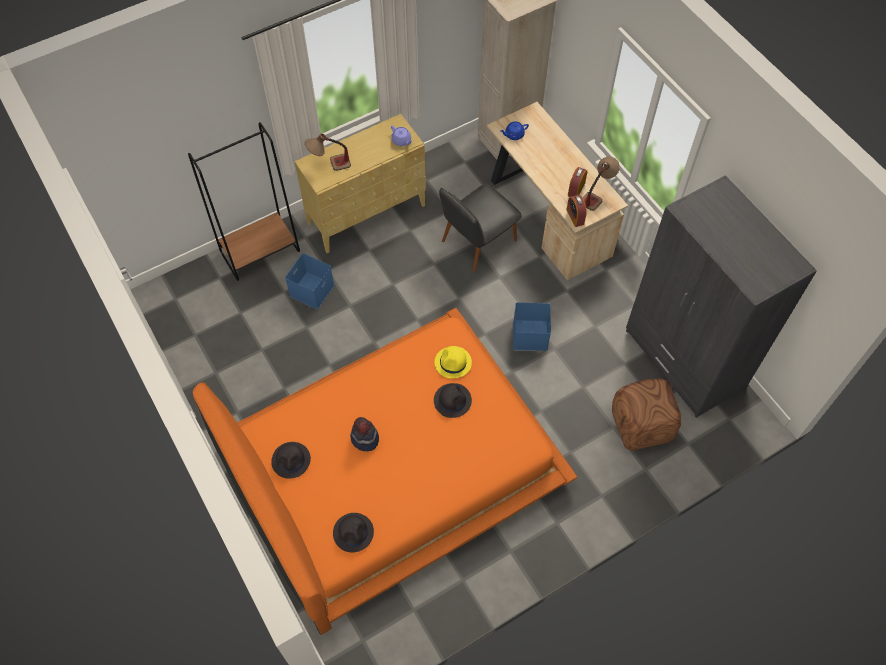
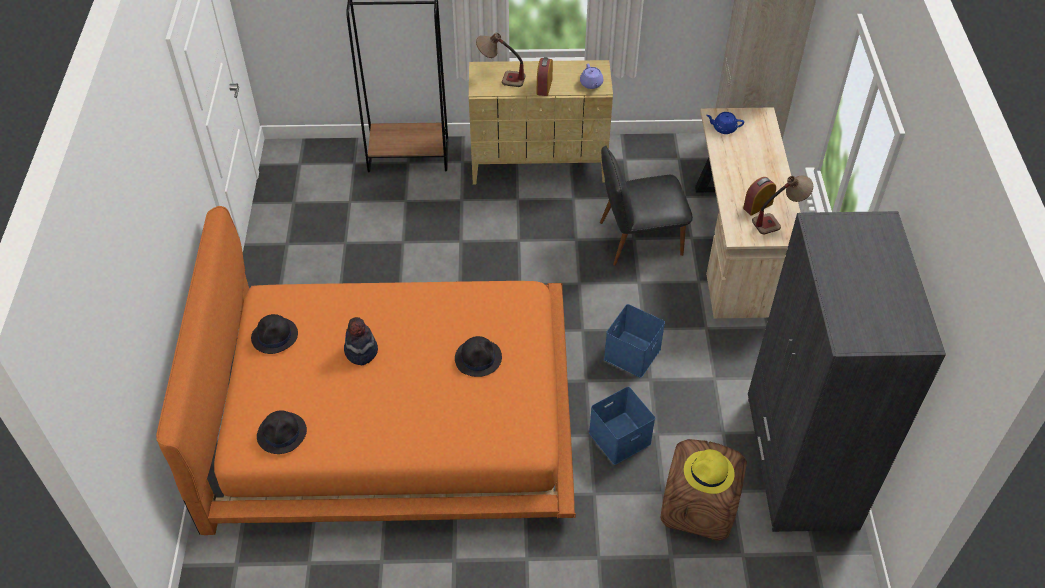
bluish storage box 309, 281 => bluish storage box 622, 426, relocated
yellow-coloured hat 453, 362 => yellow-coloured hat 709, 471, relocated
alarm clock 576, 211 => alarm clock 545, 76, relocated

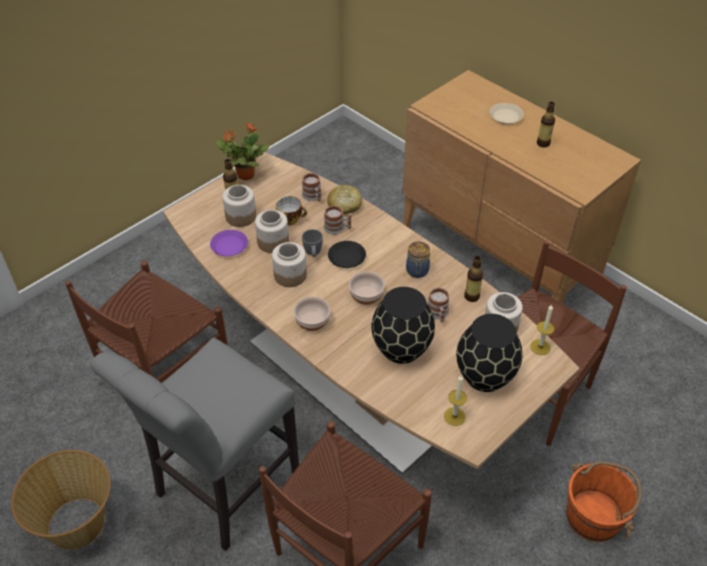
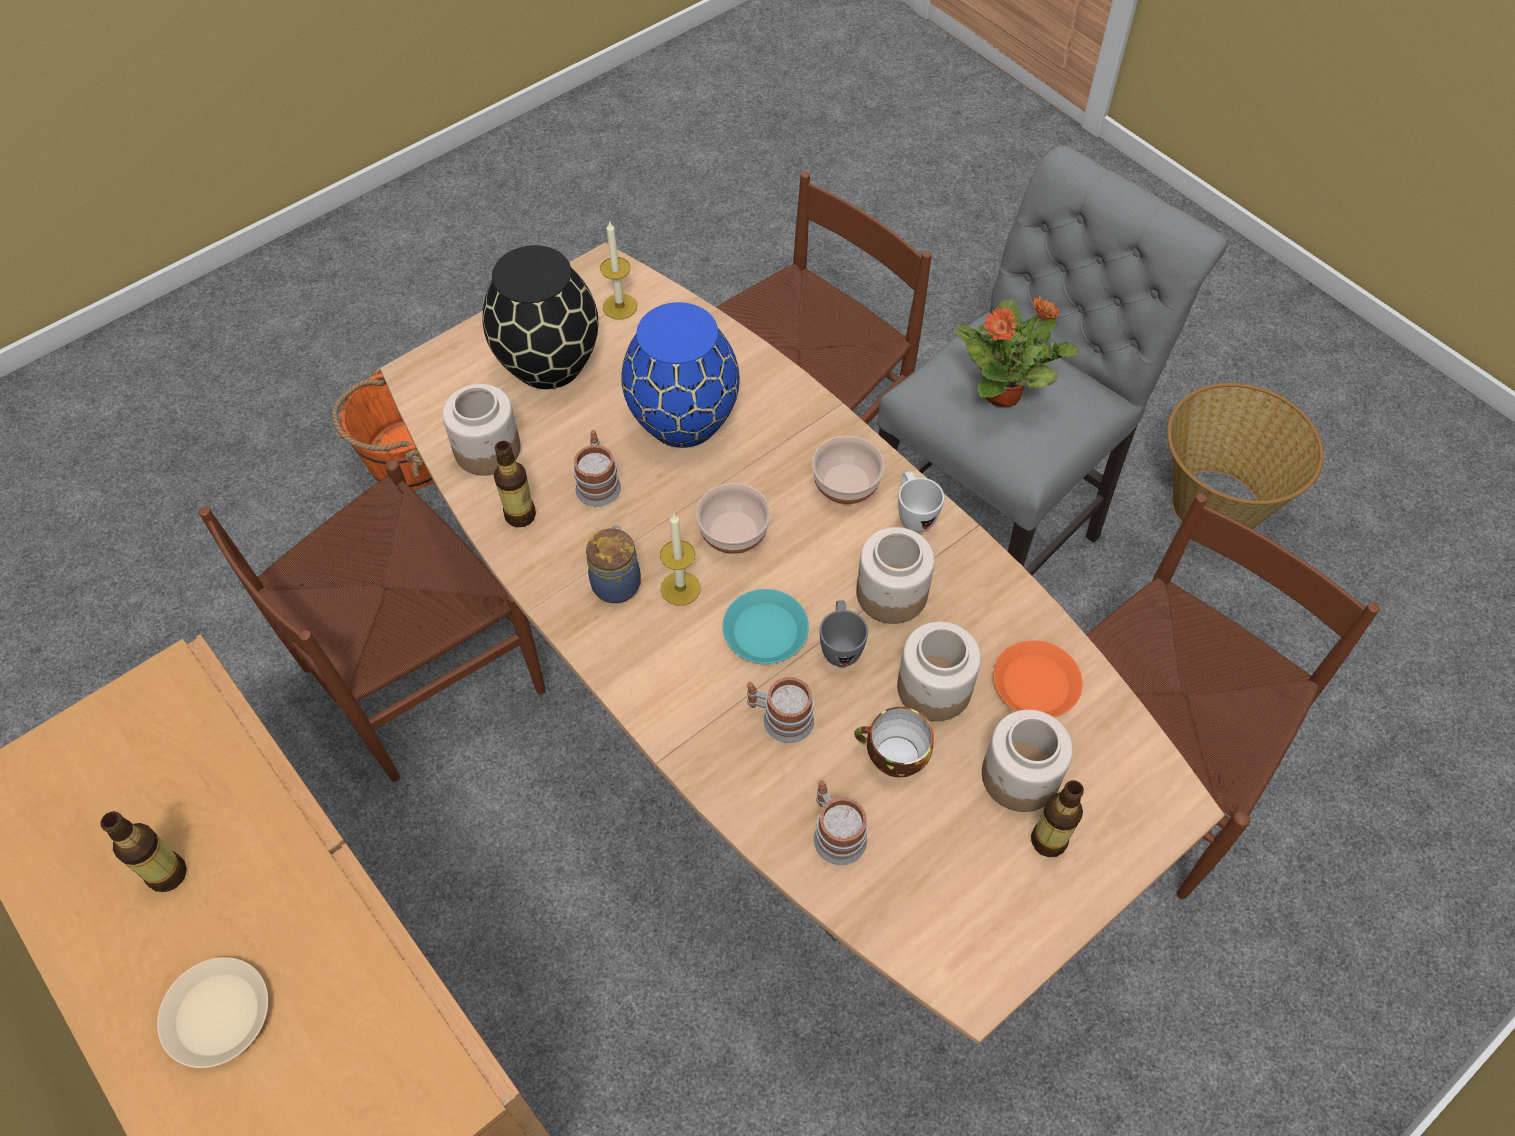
bread 344, 199 => nothing
nothing => whitish coffee mug 921, 502
plant in a pot 242, 152 => plant in a pot 1016, 351, relocated
wax candle 542, 330 => wax candle 680, 560, relocated
purplish dinner plate 229, 243 => orange dinner plate 1038, 679
black dinner plate 347, 254 => turquoise dinner plate 765, 626
black flower vase 403, 325 => bluish flower vase 680, 375

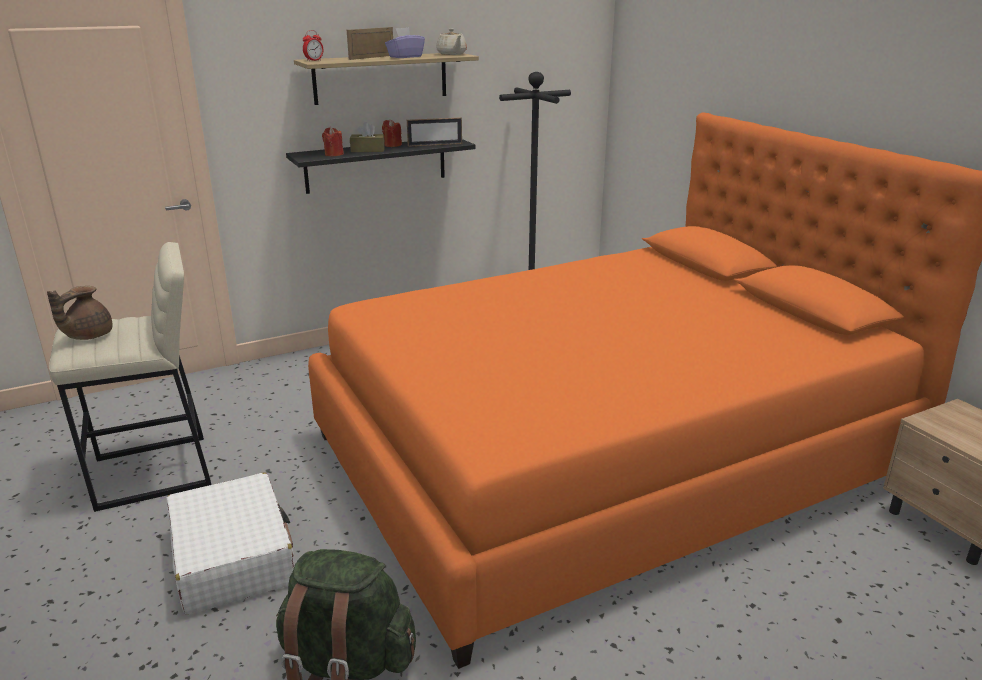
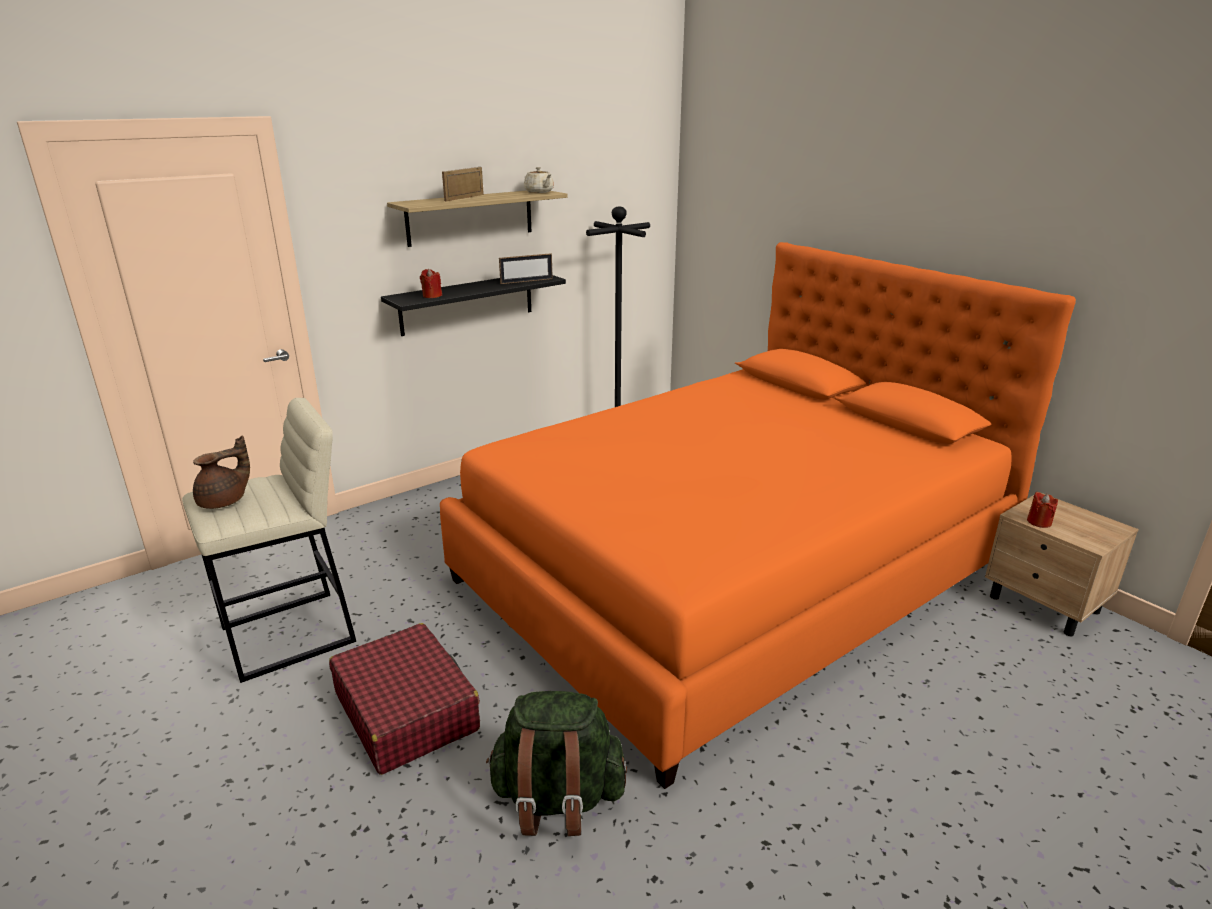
alarm clock 313, 45 => nothing
brown-coloured box of tissues 367, 137 => nothing
purplish box of tissues 405, 42 => nothing
reddish wax candle 392, 133 => reddish wax candle 1042, 510, relocated
whitish travel case 230, 544 => reddish travel case 404, 699
brown-coloured teapot 79, 313 => brown-coloured teapot 221, 472, 150 degrees counterclockwise

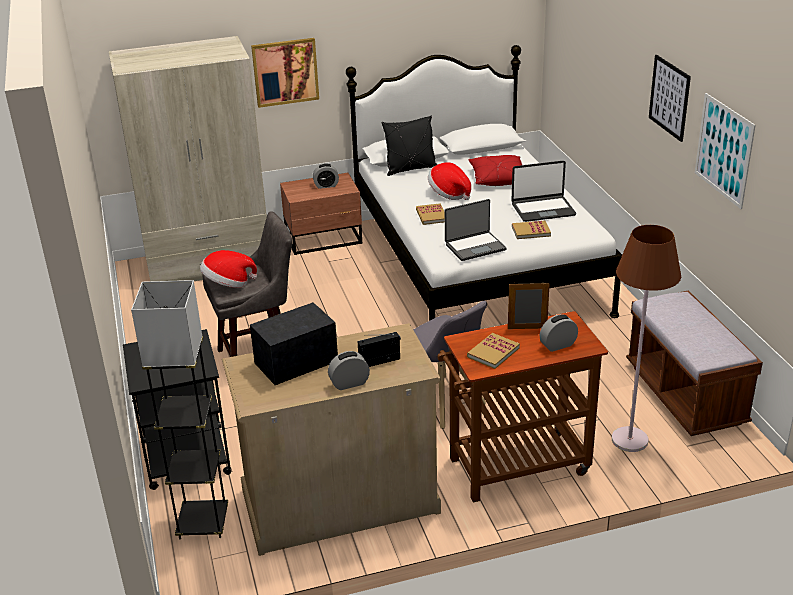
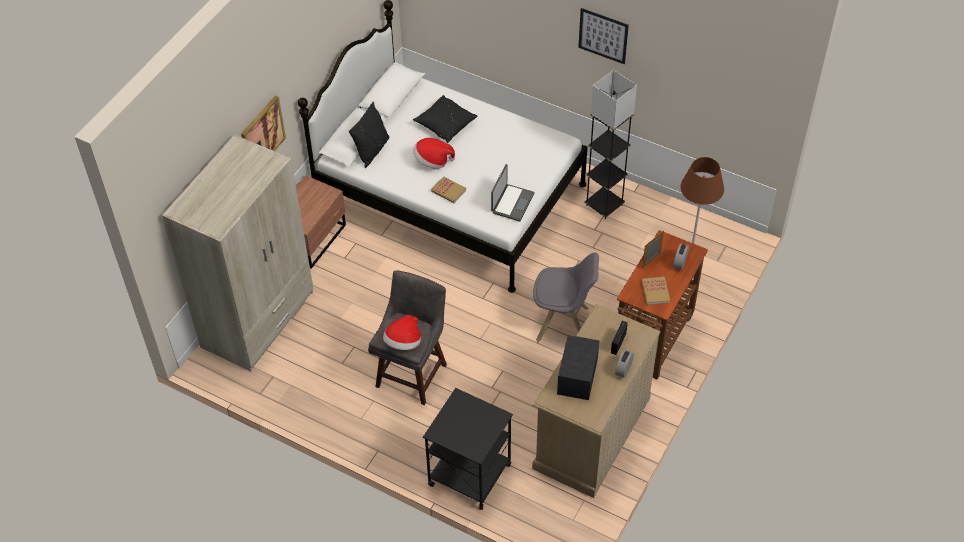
alarm clock 326, 176 => nothing
laptop 543, 191 => nothing
book 531, 230 => nothing
brown-coloured bench 694, 363 => nothing
picture 725, 151 => nothing
gray floor lamp 179, 409 => gray floor lamp 610, 144, relocated
reddish cushion 495, 170 => black cushion 445, 119

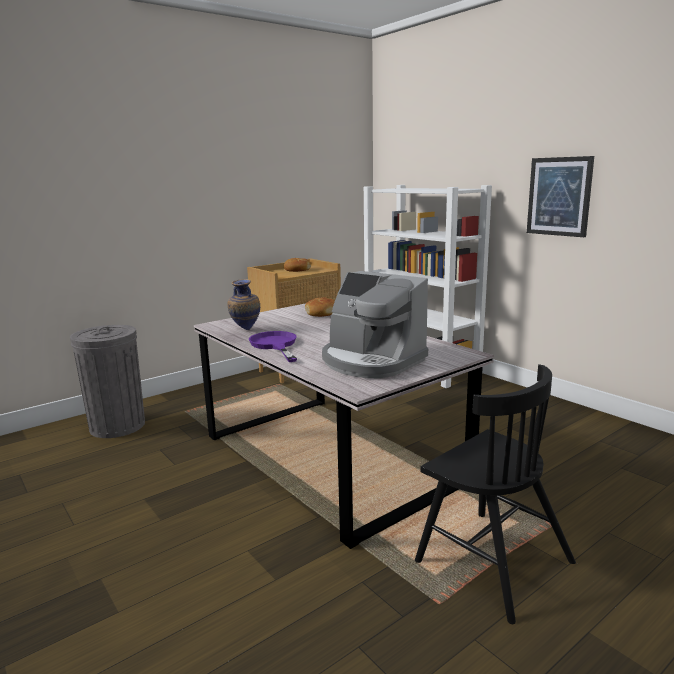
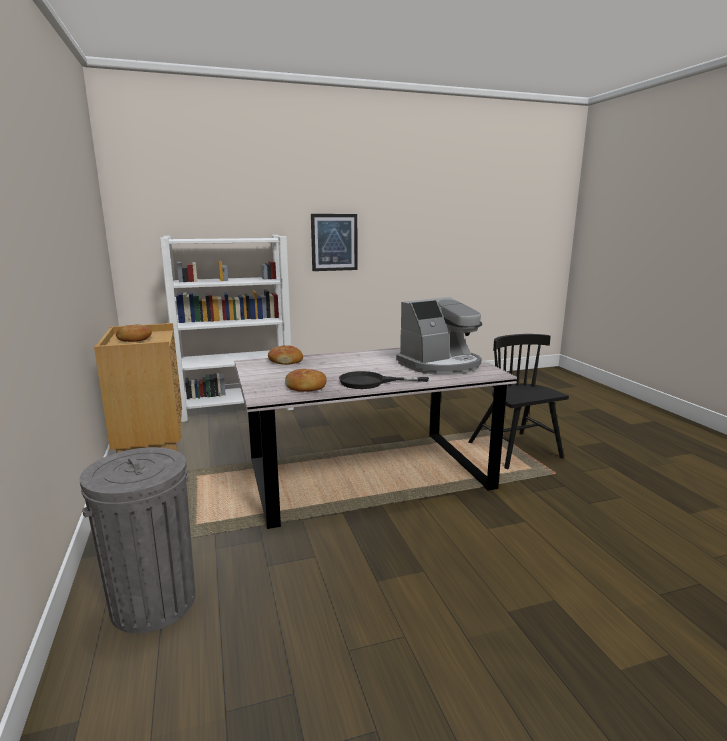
flower vase 243, 304 => bread 306, 380
purplish skillet 273, 346 => black skillet 384, 380
black plain chair 495, 494 => black plain chair 518, 401, 90 degrees counterclockwise

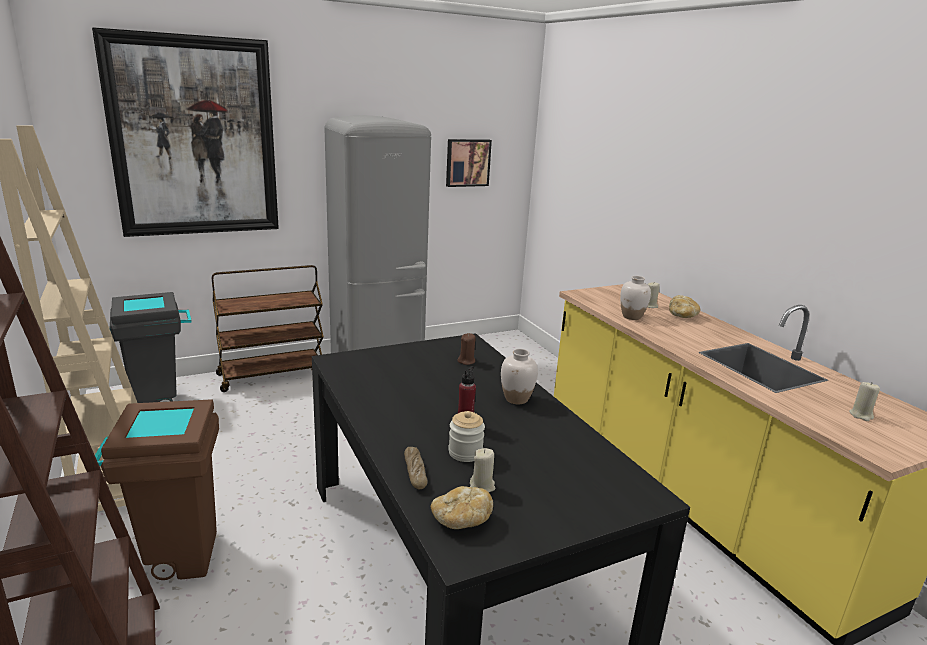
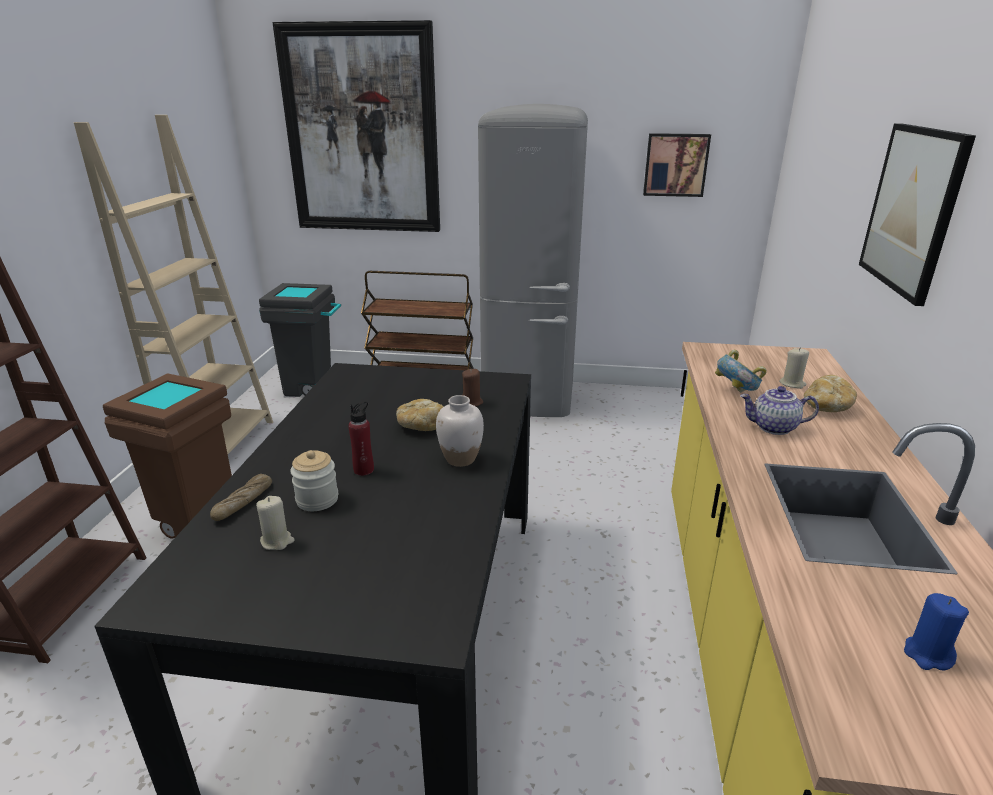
nothing => teapot 779, 410
nothing => picture 917, 214
bread 462, 507 => bread 420, 415, relocated
whitish flower vase 635, 298 => deep dish 741, 371
sand-coloured wax candle 864, 401 => bluish wax candle 936, 632

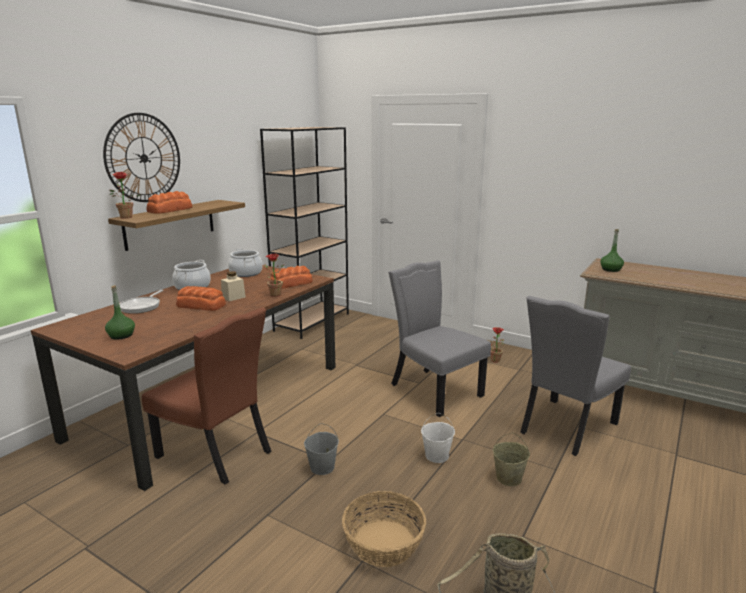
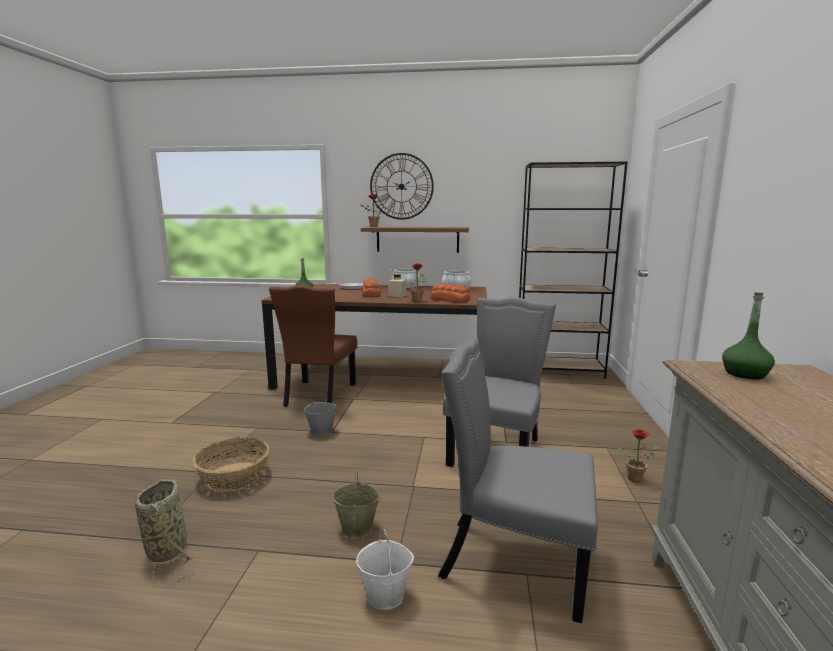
bread 169, 202 => nothing
whitish water bucket 438, 438 => whitish water bucket 385, 569, relocated

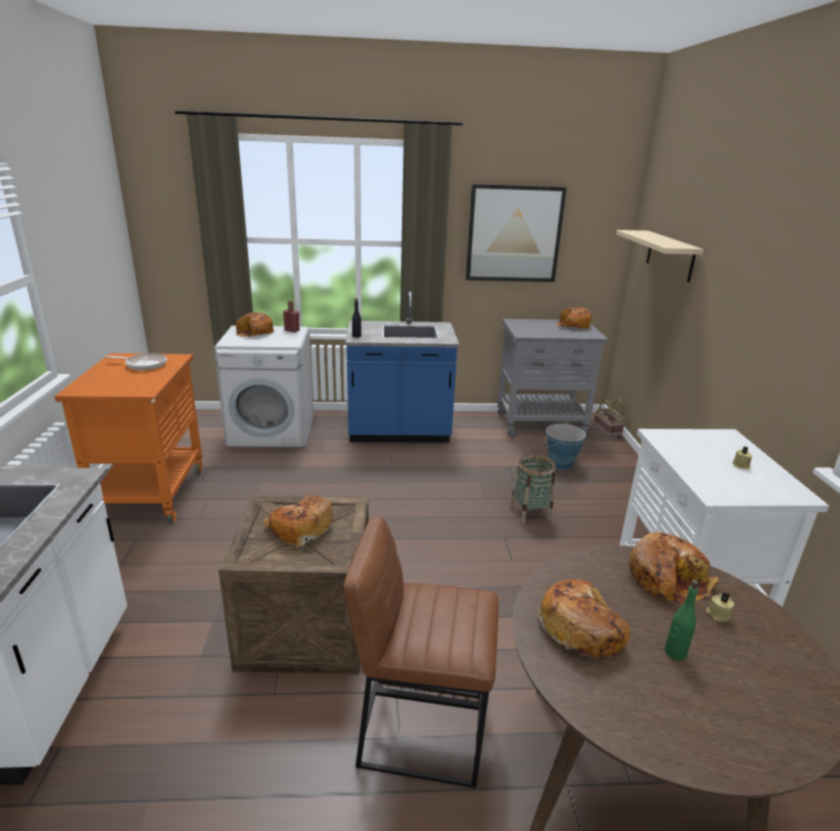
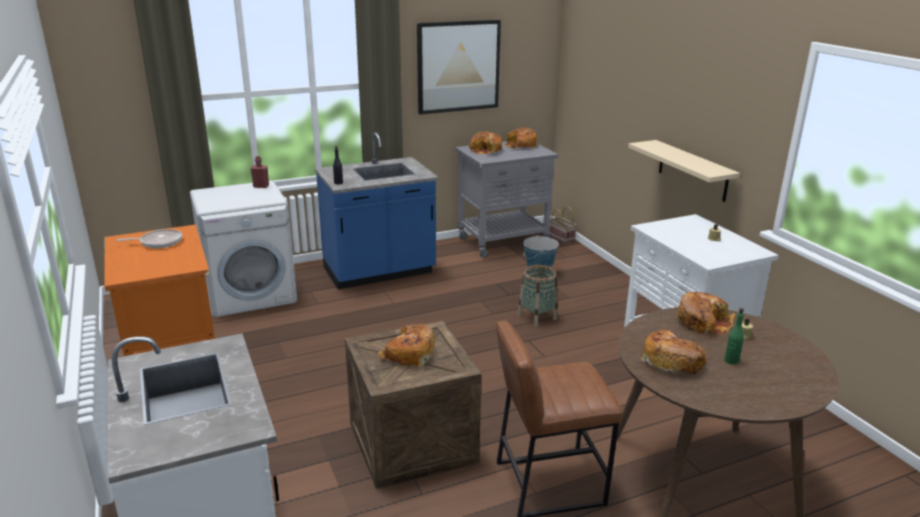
bread 254, 324 => bread 485, 143, relocated
sand-coloured bracket shelf 660, 256 => sand-coloured bracket shelf 684, 171, relocated

